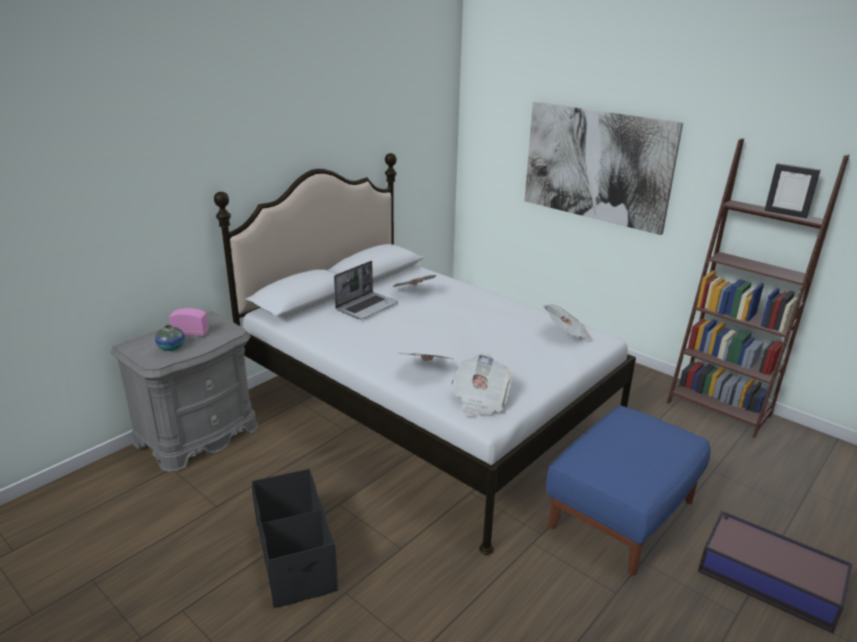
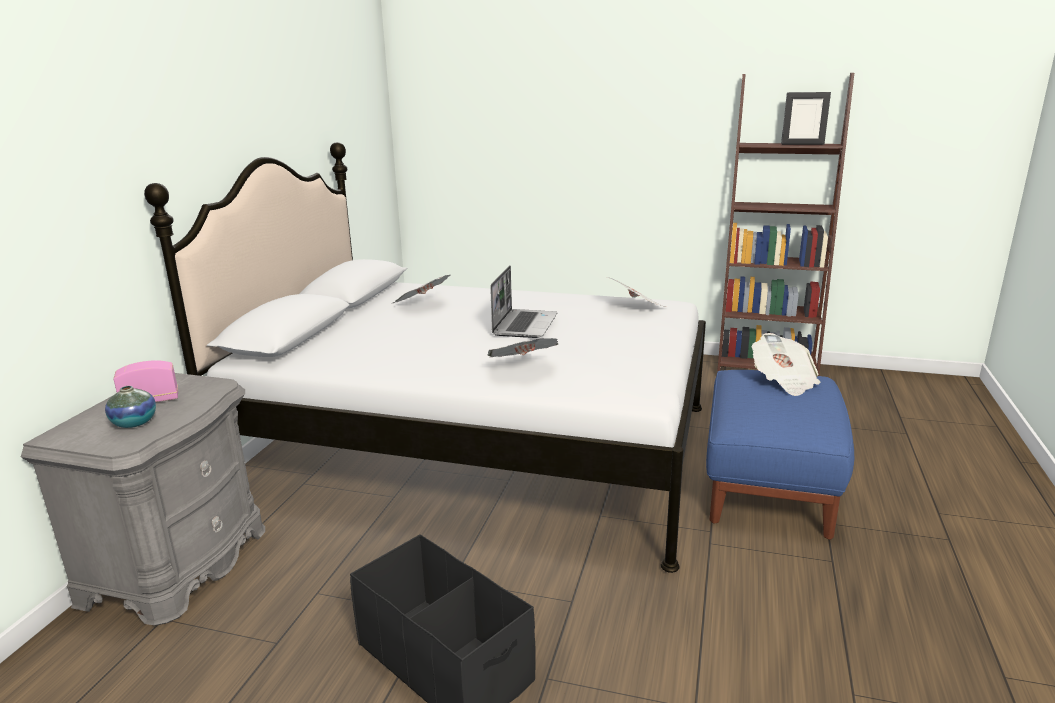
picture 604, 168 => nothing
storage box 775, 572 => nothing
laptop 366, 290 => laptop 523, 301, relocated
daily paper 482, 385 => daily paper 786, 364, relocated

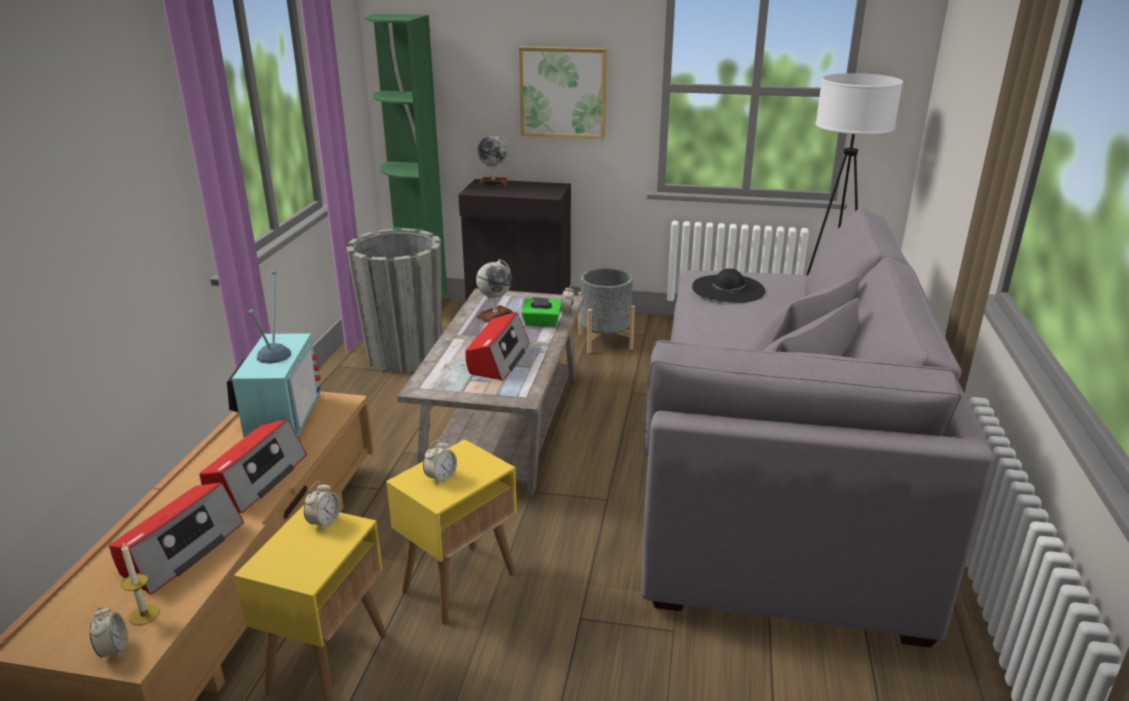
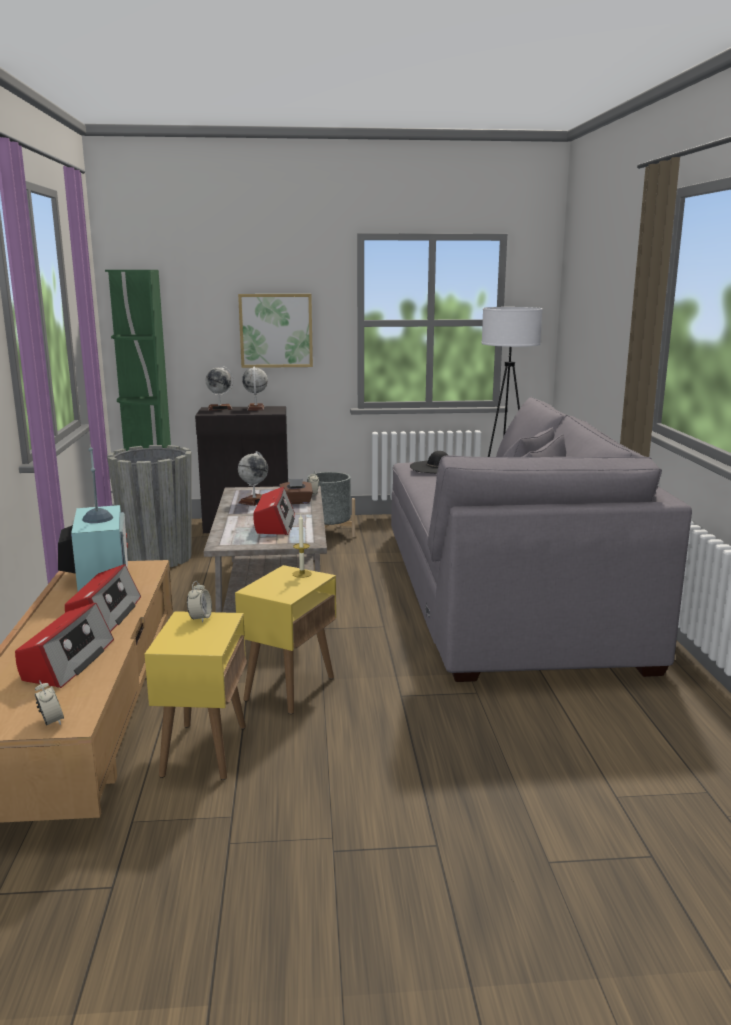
alarm clock 440, 462 => nothing
nothing => desk globe 255, 389
wax candle 140, 584 => wax candle 302, 546, relocated
green-coloured box of tissues 541, 312 => brown-coloured box of tissues 296, 491

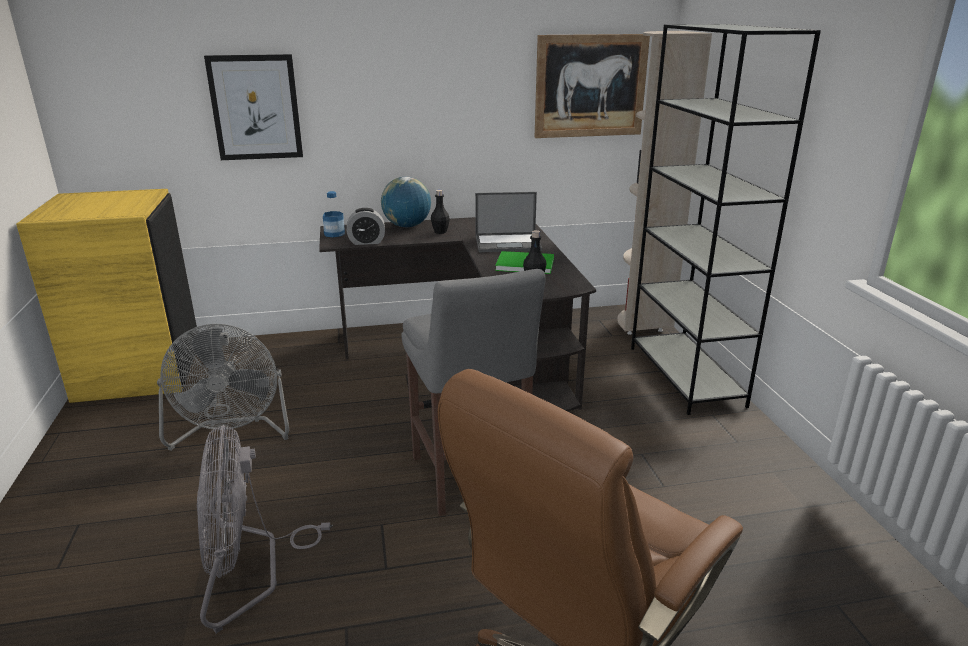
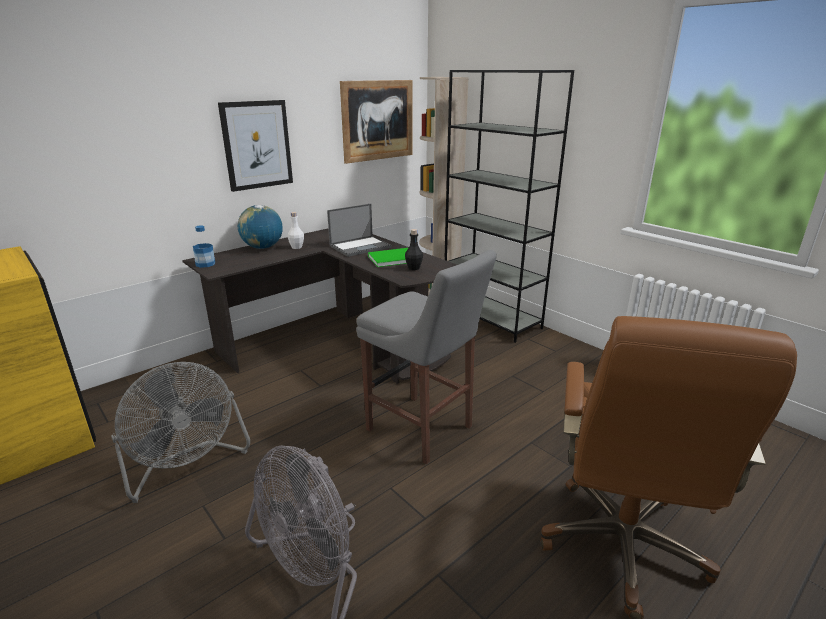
alarm clock 366, 226 => nothing
picture 253, 107 => picture 255, 146, relocated
black bottle 440, 212 => whitish bottle 296, 230

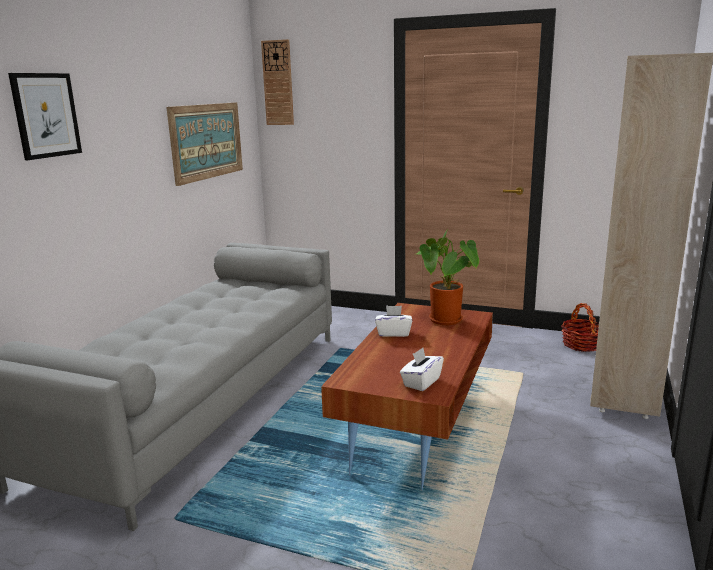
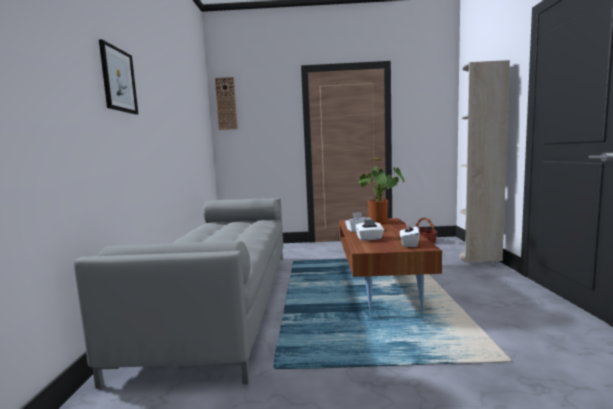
picture 204, 144 => nothing
nothing => whitish box of tissues 369, 230

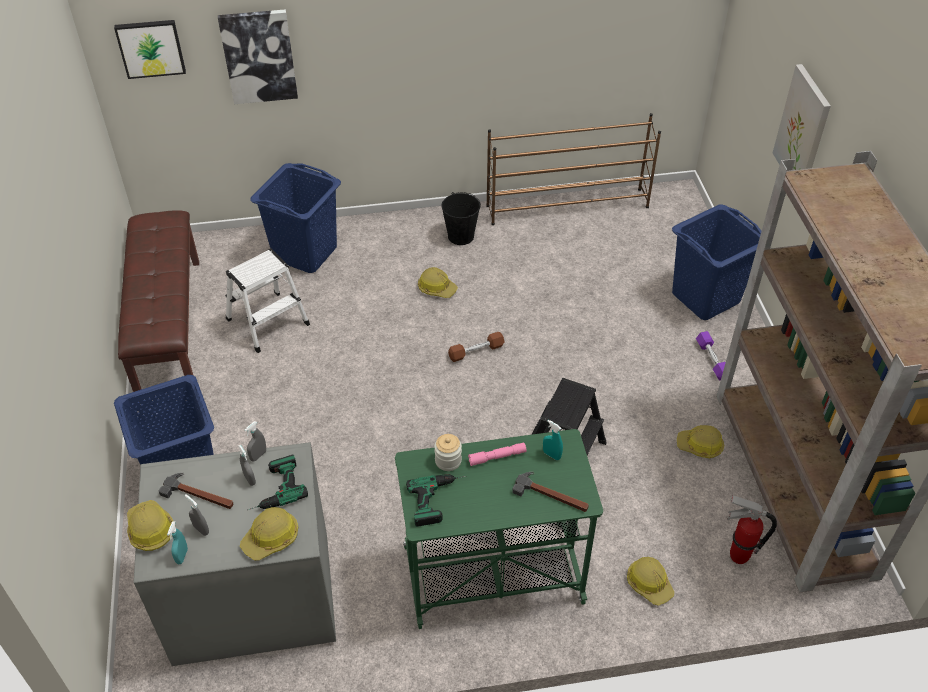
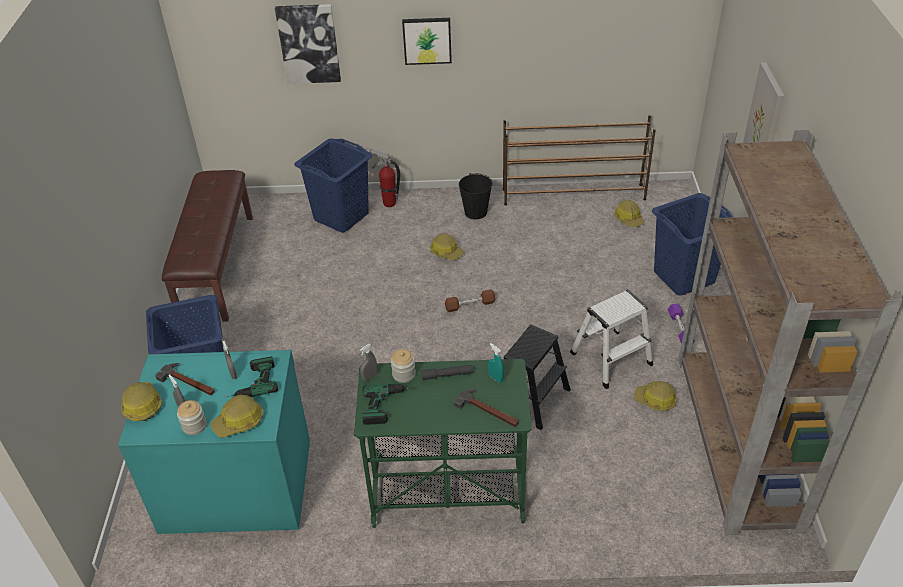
turquoise sprayer 177, 542 => nothing
nothing => preserve jar 192, 417
picture 150, 49 => picture 427, 41, relocated
whitish step ladder 267, 301 => whitish step ladder 611, 339, relocated
gray sprayer 255, 441 => gray sprayer 368, 362, relocated
hard hat 650, 581 => hard hat 629, 213, relocated
fire extinguisher 752, 529 => fire extinguisher 384, 178, relocated
gray laundry appliance 235, 554 => turquoise laundry appliance 214, 442
pink-coloured hand torch 497, 454 => gray hand torch 447, 372

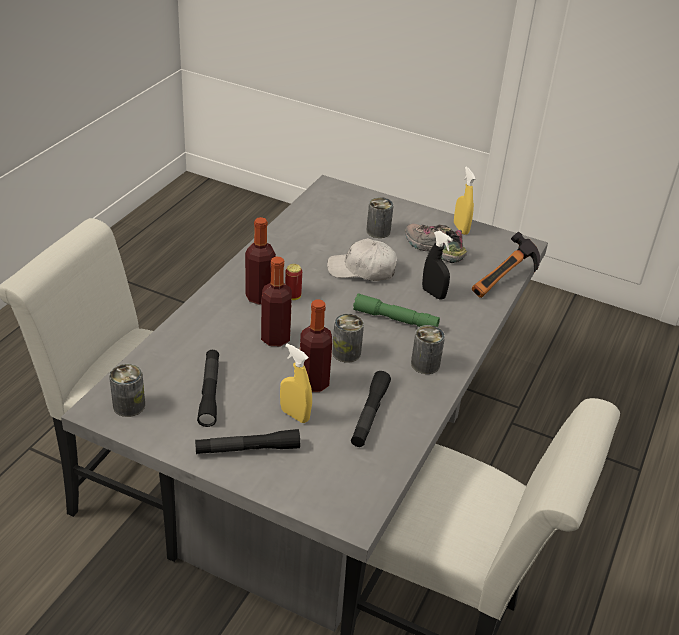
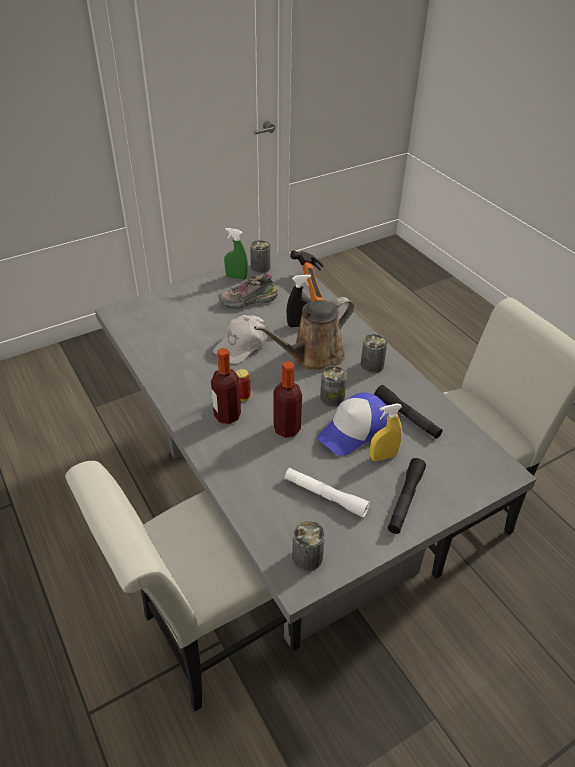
metal can 380, 217 => metal can 260, 257, relocated
bottle 316, 346 => baseball cap 353, 424
green-coloured hand torch 396, 310 => brown-coloured watering can 304, 333
black hand torch 208, 388 => whitish hand torch 327, 493
yellow-coloured sprayer 464, 200 => green-coloured sprayer 236, 254

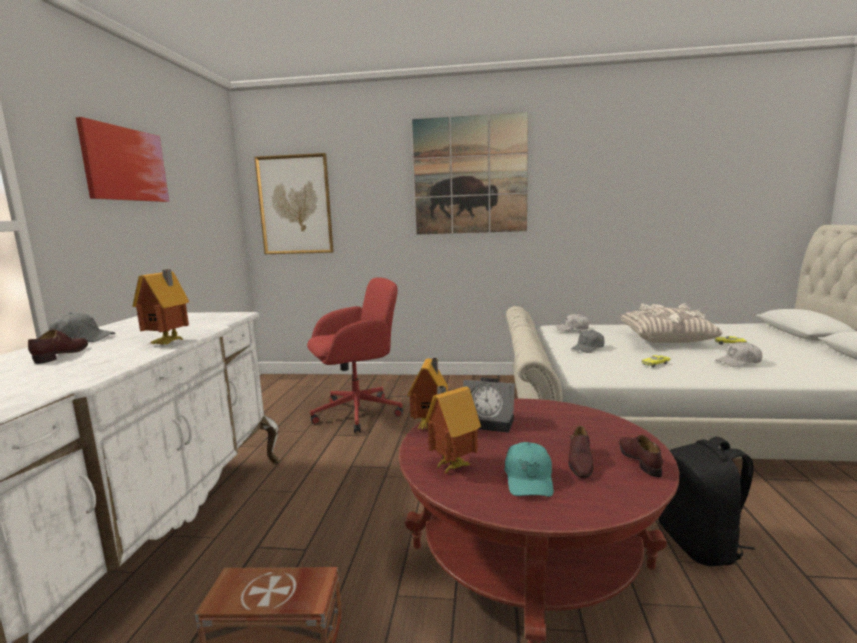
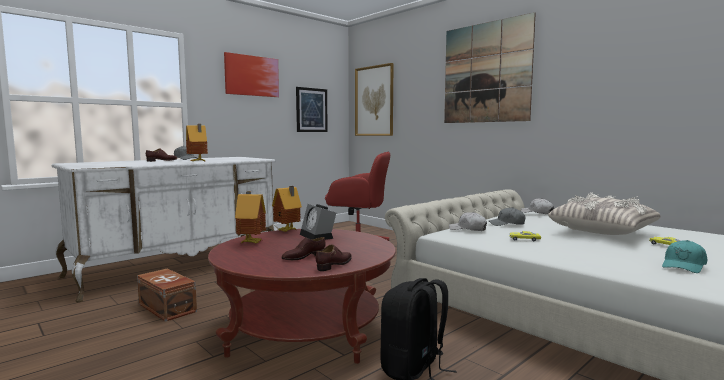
nothing => picture 312, 109
turquoise baseball cap 528, 469 => turquoise baseball cap 684, 256, relocated
whitish baseball cap 738, 354 => whitish baseball cap 468, 221, relocated

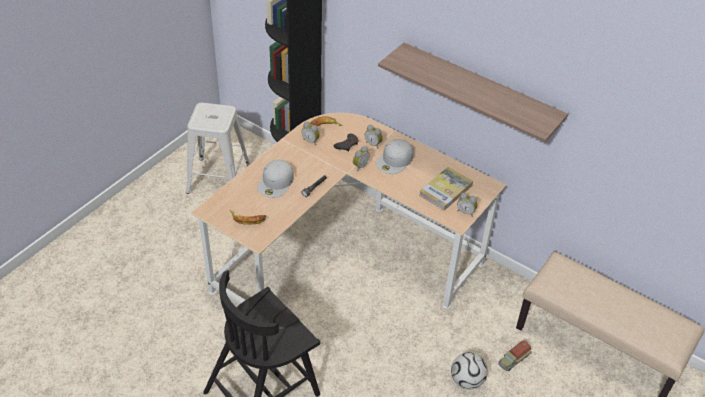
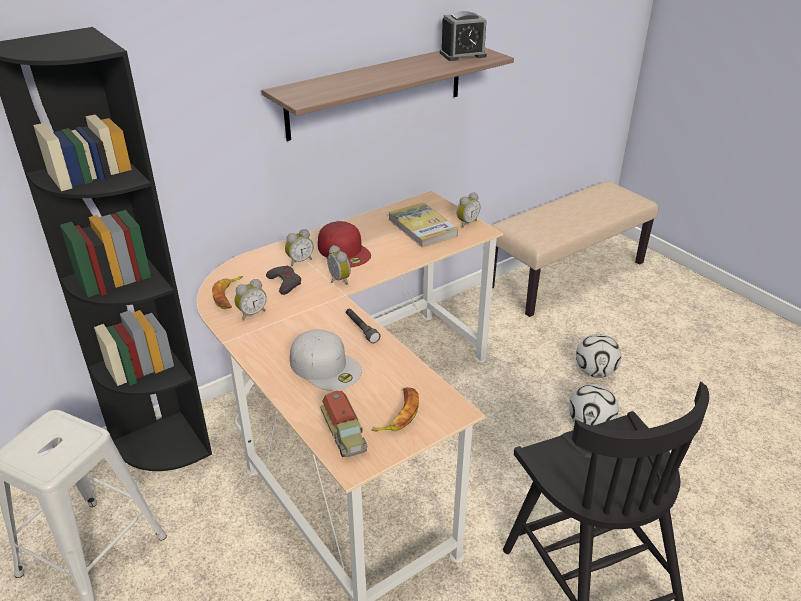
nothing => alarm clock 463, 36
nothing => ball for football 594, 405
toy truck 515, 355 => toy truck 344, 424, relocated
whitish baseball cap 394, 156 => reddish baseball cap 344, 244

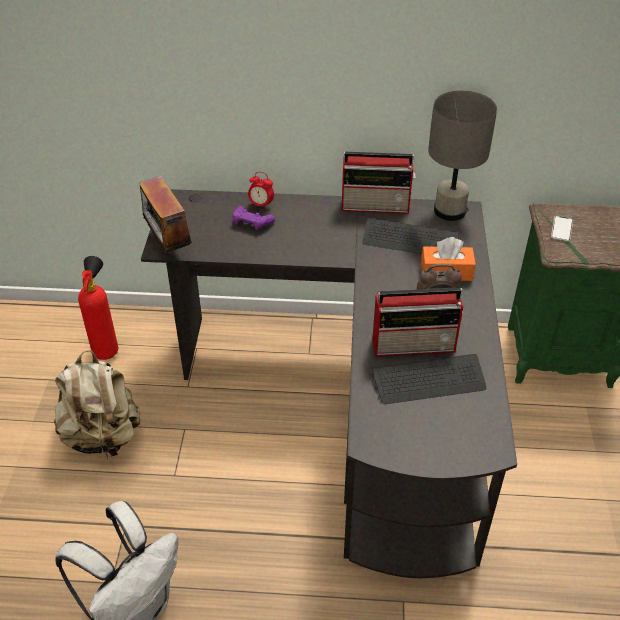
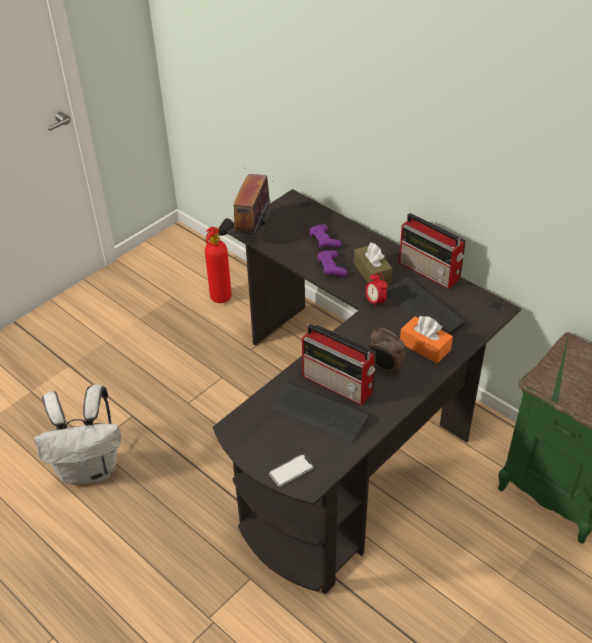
sand-coloured backpack 97, 404 => nothing
gray lamp for a table 462, 156 => nothing
nothing => purplish gamepad 332, 263
nothing => brown-coloured box of tissues 373, 262
alarm clock 261, 190 => alarm clock 376, 290, relocated
phone 562, 229 => phone 291, 470, relocated

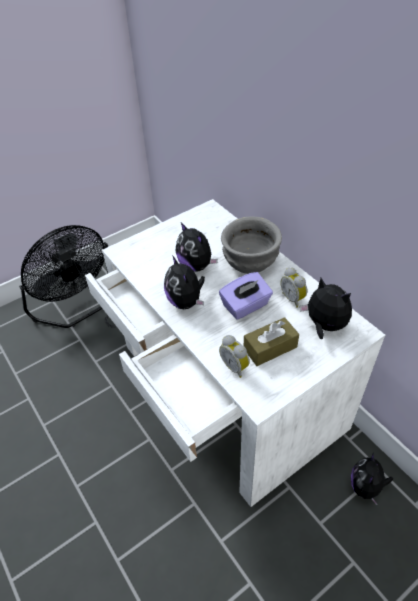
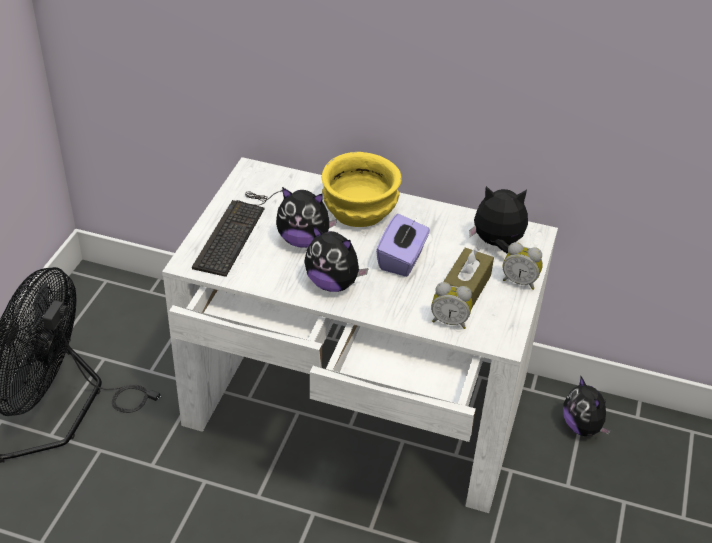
nothing => computer keyboard 237, 233
alarm clock 294, 287 => alarm clock 523, 266, relocated
gray deep dish 251, 245 => yellow-coloured deep dish 362, 189

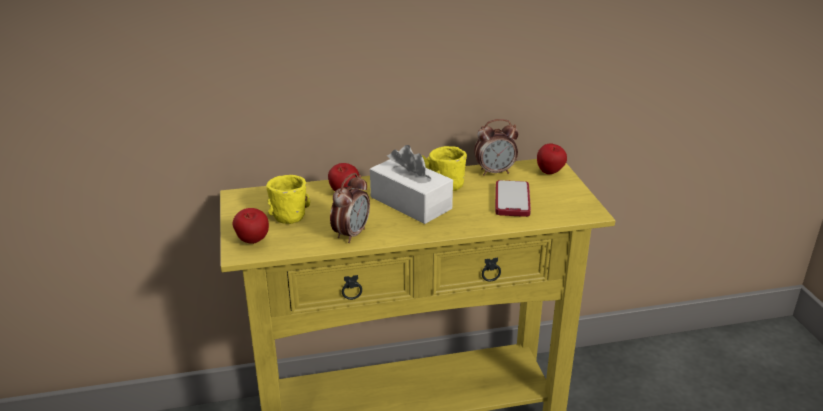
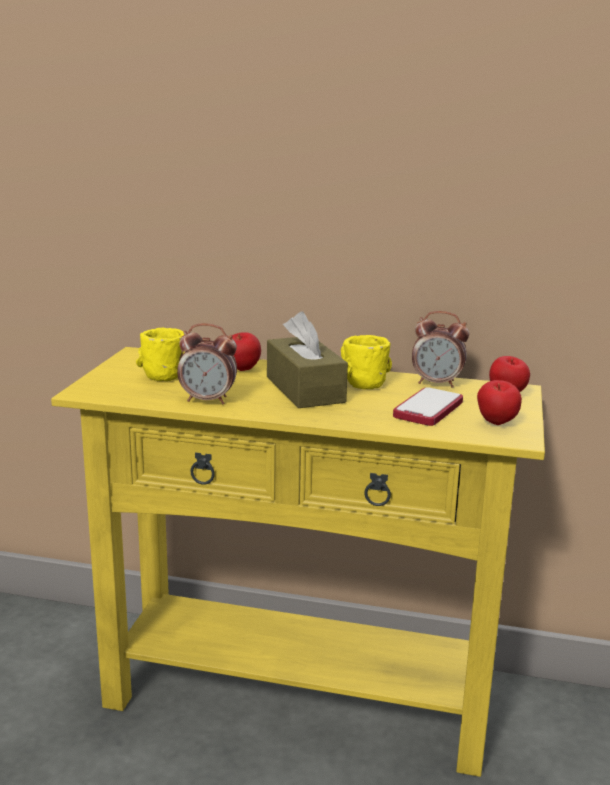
apple fruit 251, 226 => apple fruit 499, 402, relocated
whitish box of tissues 411, 184 => brown-coloured box of tissues 307, 359
alarm clock 350, 208 => alarm clock 207, 363, 45 degrees clockwise

